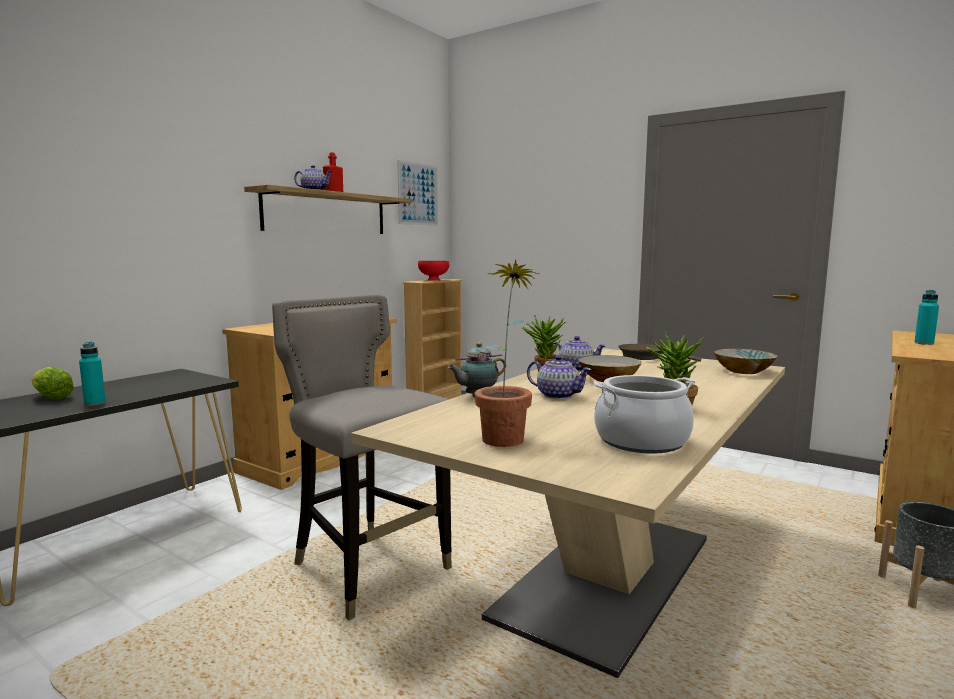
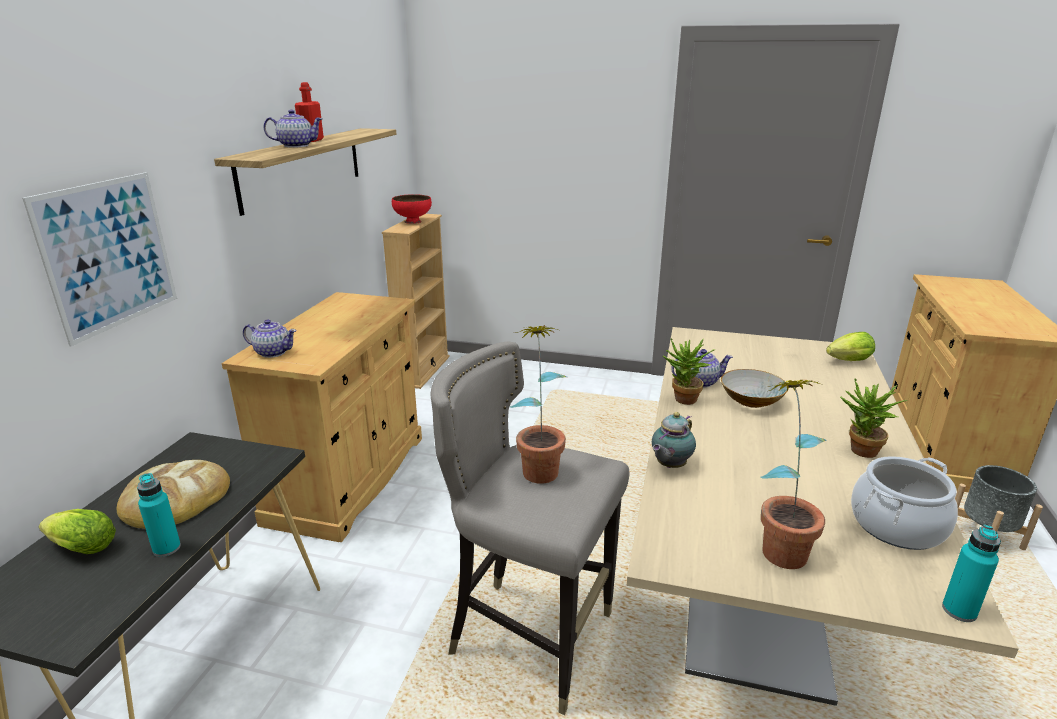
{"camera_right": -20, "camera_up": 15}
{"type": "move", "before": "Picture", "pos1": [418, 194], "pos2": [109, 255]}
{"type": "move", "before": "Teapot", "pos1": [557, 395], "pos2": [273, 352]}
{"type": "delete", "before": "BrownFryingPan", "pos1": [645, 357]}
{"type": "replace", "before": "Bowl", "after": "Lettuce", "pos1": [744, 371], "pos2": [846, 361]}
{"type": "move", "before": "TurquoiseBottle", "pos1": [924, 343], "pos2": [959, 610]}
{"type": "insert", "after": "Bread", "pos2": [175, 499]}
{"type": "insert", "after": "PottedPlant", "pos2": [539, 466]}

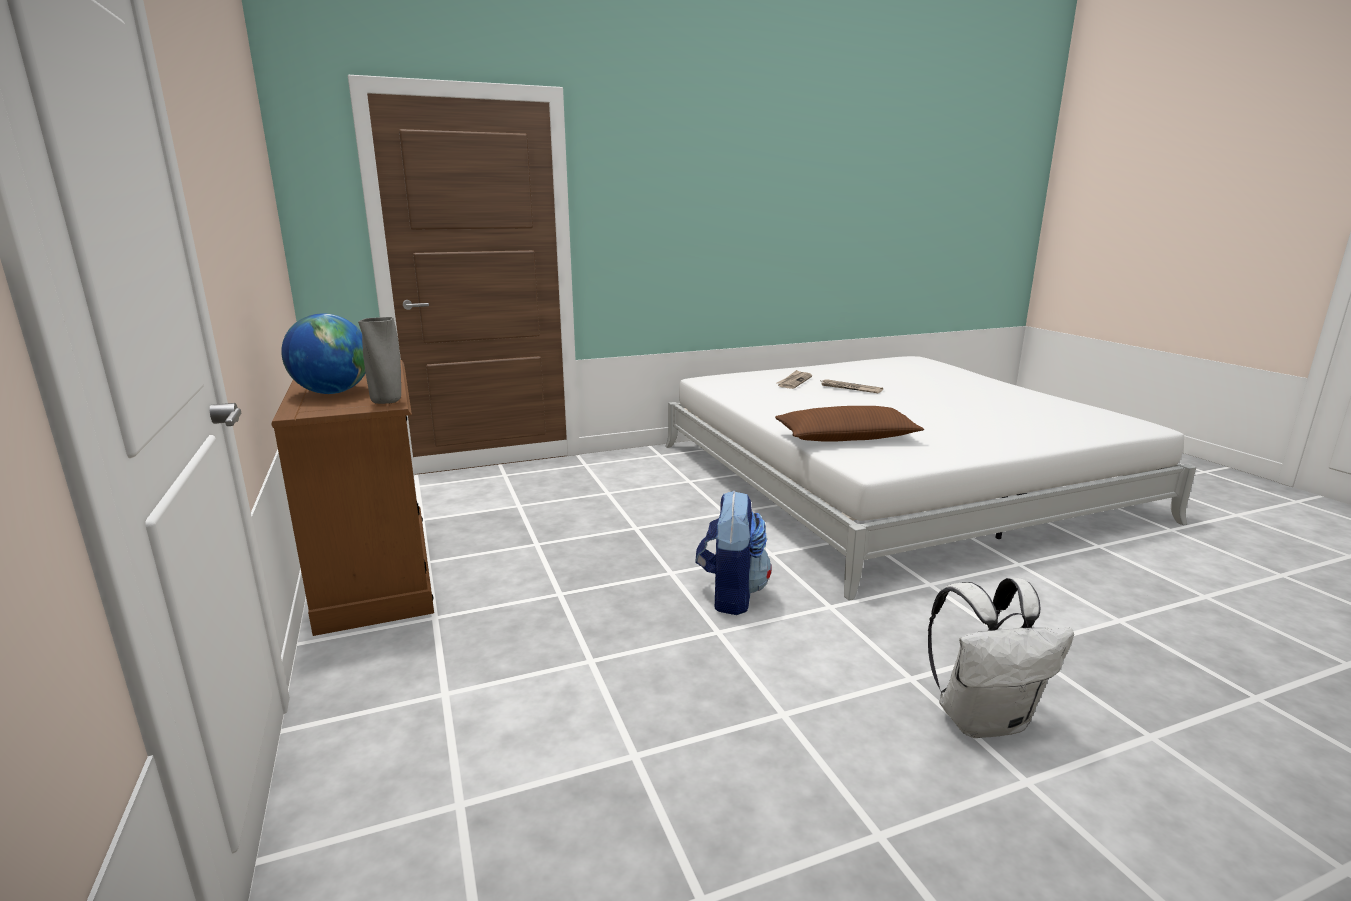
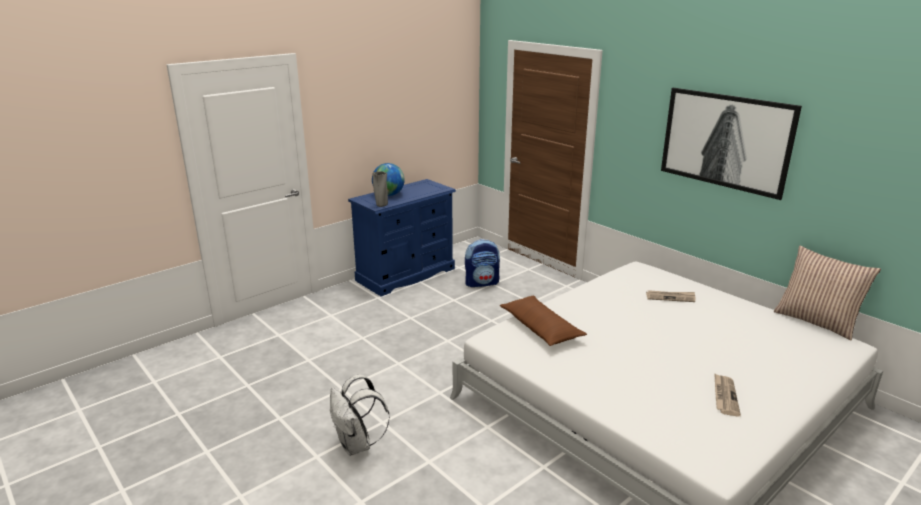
{"camera_right": 70, "camera_up": 5}
{"type": "recolor", "before": "BrownDresser", "after": "BlueDresser", "pos1": [376, 571], "pos2": [406, 274]}
{"type": "move", "before": "Backpack", "pos1": [731, 595], "pos2": [482, 283]}
{"type": "move", "before": "Newspaper", "pos1": [850, 388], "pos2": [724, 396]}
{"type": "insert", "after": "Picture", "pos2": [725, 141]}
{"type": "insert", "after": "Pillow", "pos2": [816, 321]}

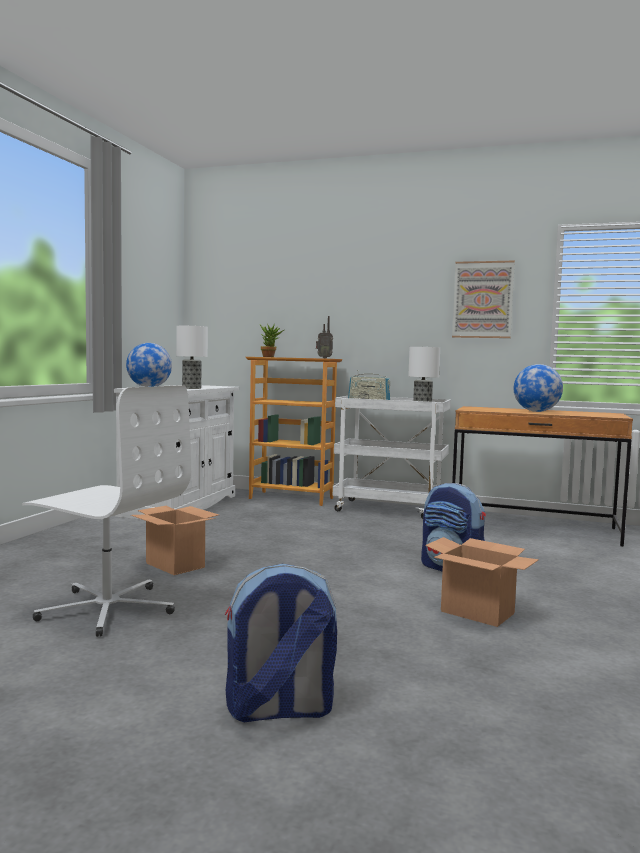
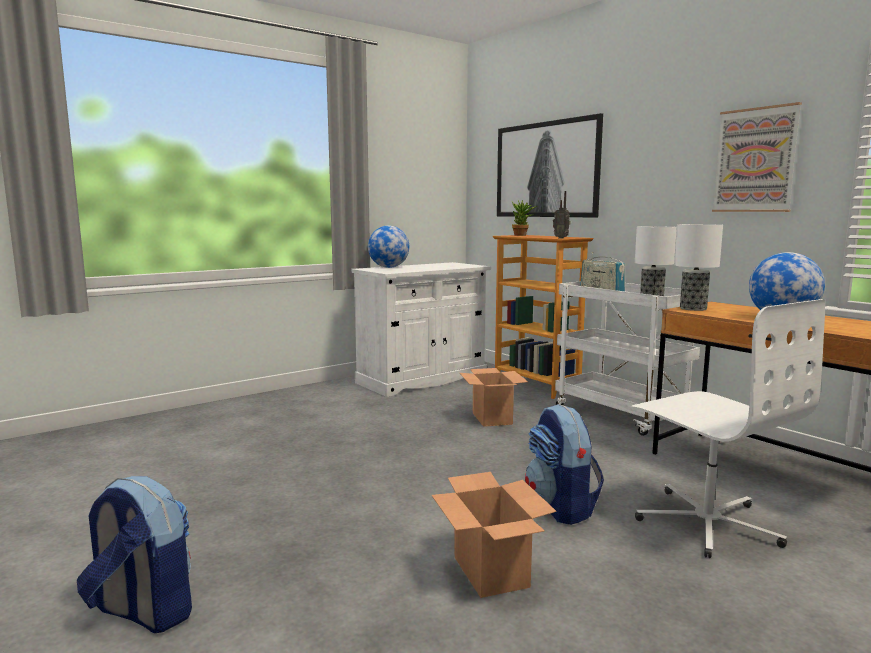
{"camera_right": 35, "camera_up": 5}
{"type": "move", "before": "WhiteOfficeChair", "pos1": [107, 609], "pos2": [707, 522]}
{"type": "move", "before": "CardboardBox", "pos1": [174, 565], "pos2": [491, 418]}
{"type": "move", "before": "TableLamp", "pos1": [191, 388], "pos2": [692, 308]}
{"type": "insert", "after": "Picture", "pos2": [546, 170]}

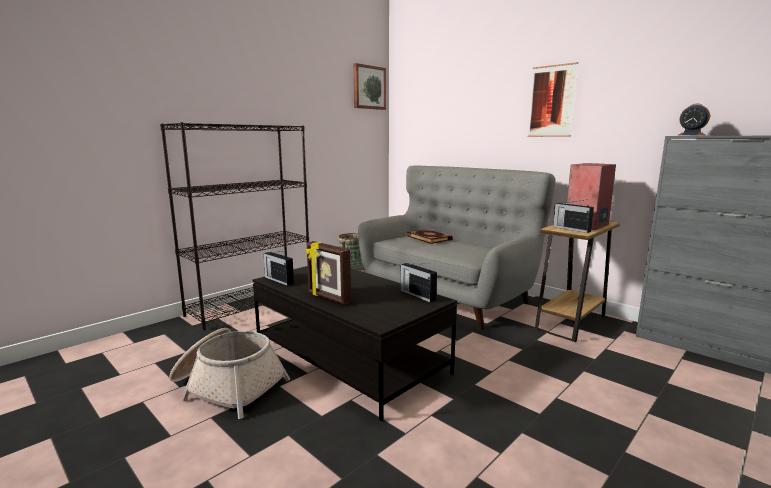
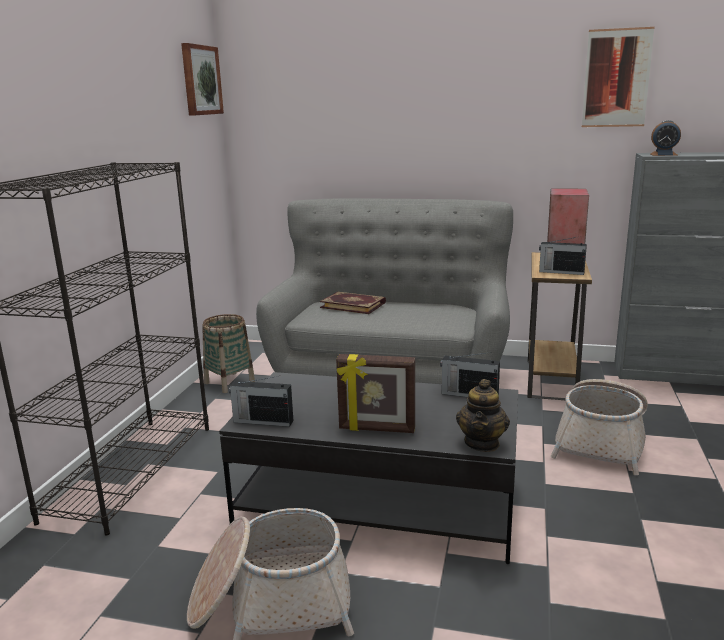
{"camera_right": -30, "camera_up": 5}
{"type": "move", "before": "Picture", "pos1": [551, 101], "pos2": [616, 78]}
{"type": "insert", "after": "Teapot", "pos2": [482, 443]}
{"type": "insert", "after": "Basket", "pos2": [601, 441]}

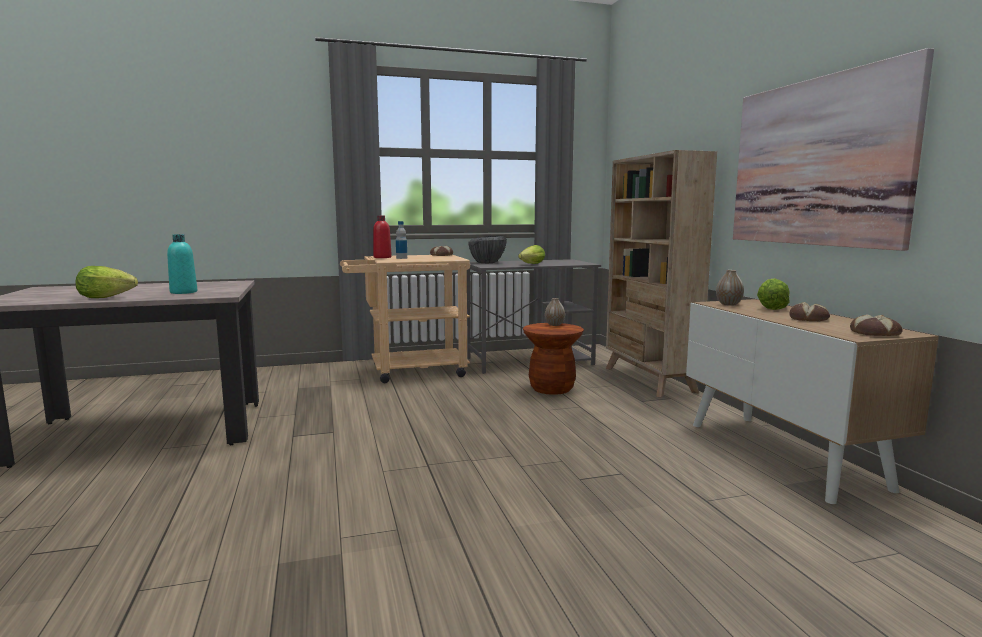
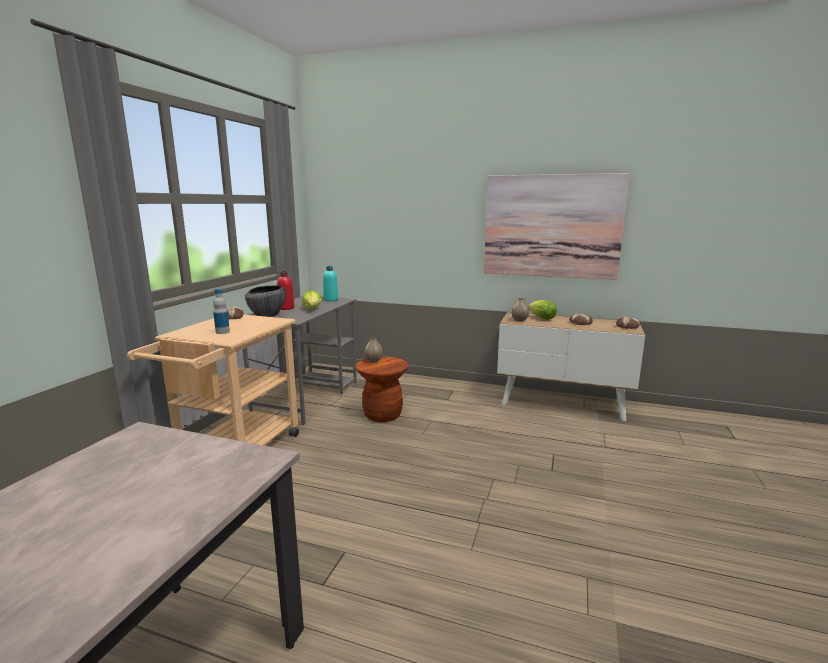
{"camera_right": -55, "camera_up": 5}
{"type": "delete", "before": "Lettuce", "pos1": [105, 297]}
{"type": "move", "before": "TurquoiseBottle", "pos1": [183, 292], "pos2": [331, 300]}
{"type": "move", "before": "RedBottle", "pos1": [382, 257], "pos2": [286, 308]}
{"type": "delete", "before": "BeigeBookcase", "pos1": [649, 380]}

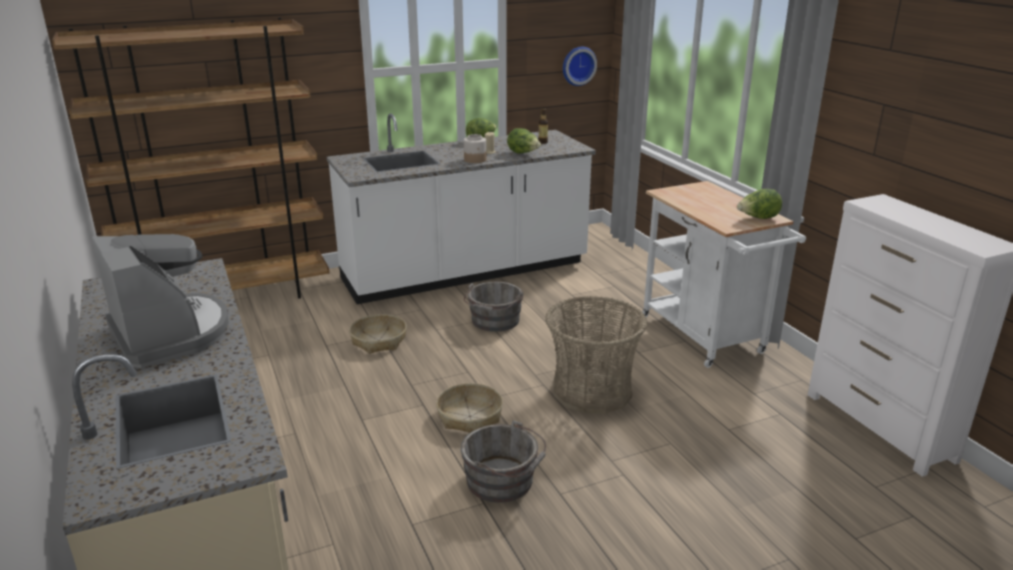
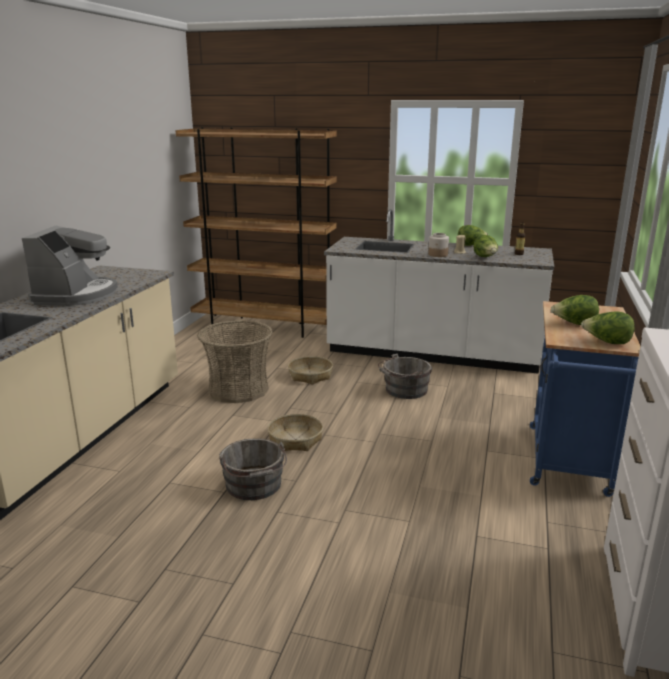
{"camera_right": 40, "camera_up": -5}
{"type": "move", "before": "Basket", "pos1": [592, 390], "pos2": [238, 389]}
{"type": "delete", "before": "WallClock", "pos1": [578, 65]}
{"type": "recolor", "before": "WhiteCart", "after": "BlueCart", "pos1": [706, 338], "pos2": [569, 464]}
{"type": "insert", "after": "Lettuce", "pos2": [574, 324]}

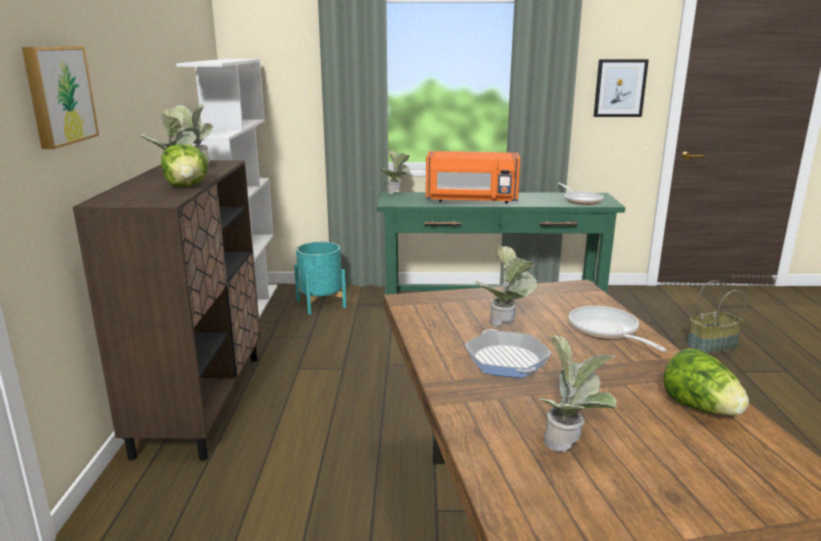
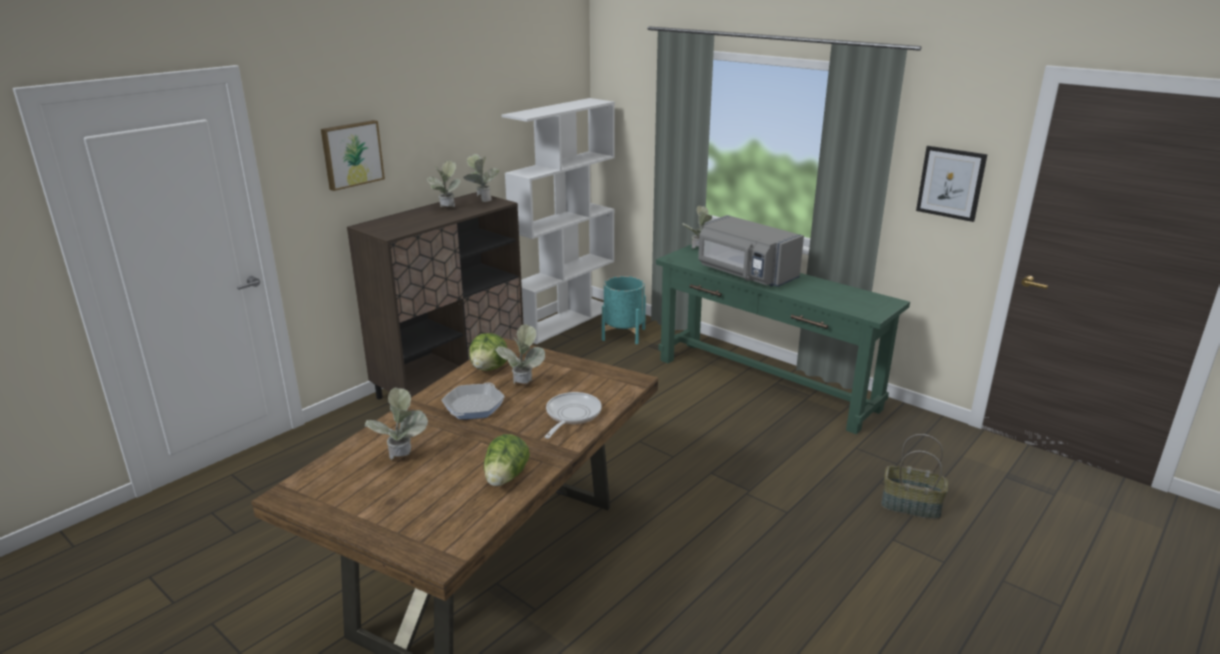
{"camera_right": 40, "camera_up": 5}
{"type": "move", "before": "Lettuce", "pos1": [187, 186], "pos2": [489, 368]}
{"type": "recolor", "before": "OrangeMicrowave", "after": "GreyMicrowave", "pos1": [471, 201], "pos2": [745, 274]}
{"type": "delete", "before": "FryingPan", "pos1": [581, 200]}

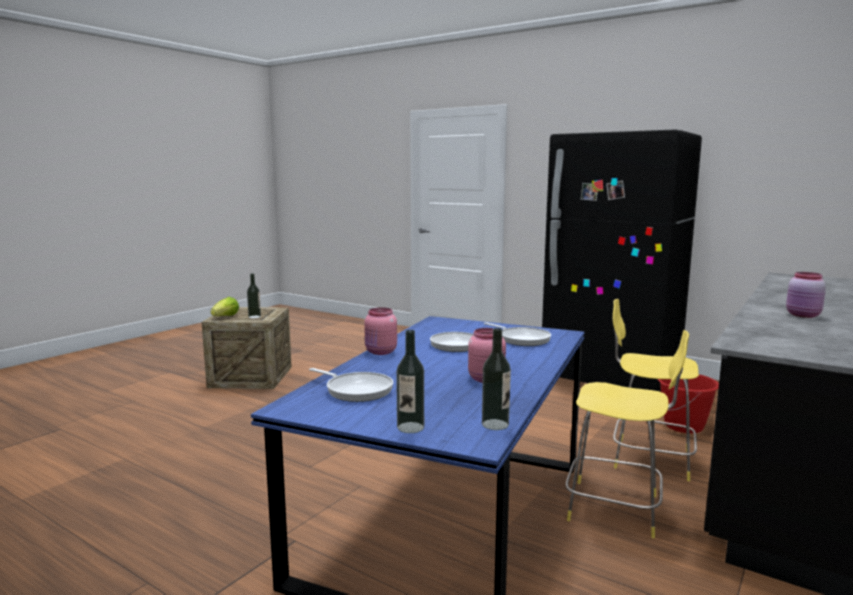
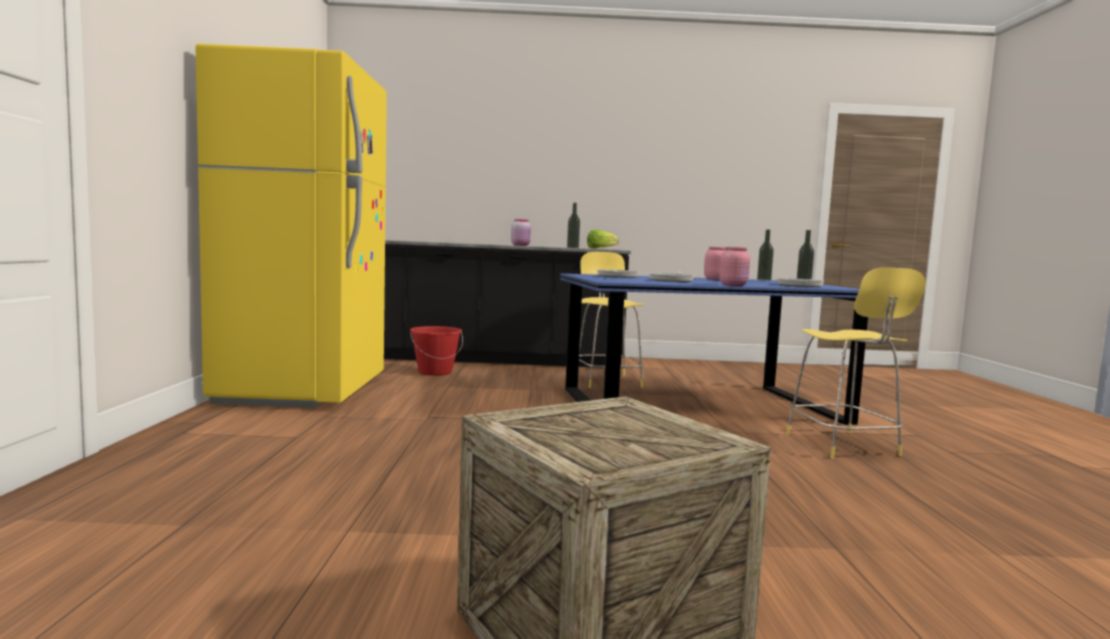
{"camera_right": -125, "camera_up": -5}
{"type": "move", "before": "Lettuce", "pos1": [225, 317], "pos2": [600, 248]}
{"type": "move", "before": "Bottle", "pos1": [254, 317], "pos2": [572, 247]}
{"type": "recolor", "before": "BlackFridge", "after": "YellowFridge", "pos1": [611, 377], "pos2": [303, 390]}
{"type": "move", "before": "YellowStool", "pos1": [648, 458], "pos2": [843, 446]}

